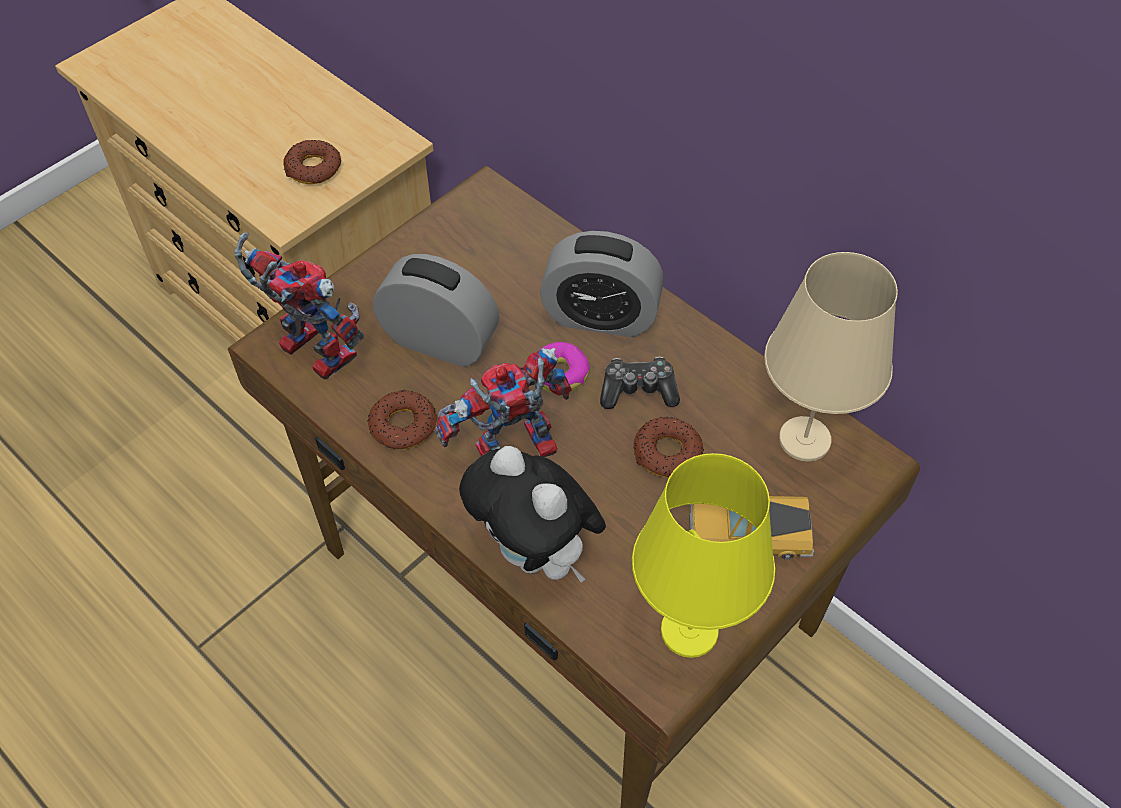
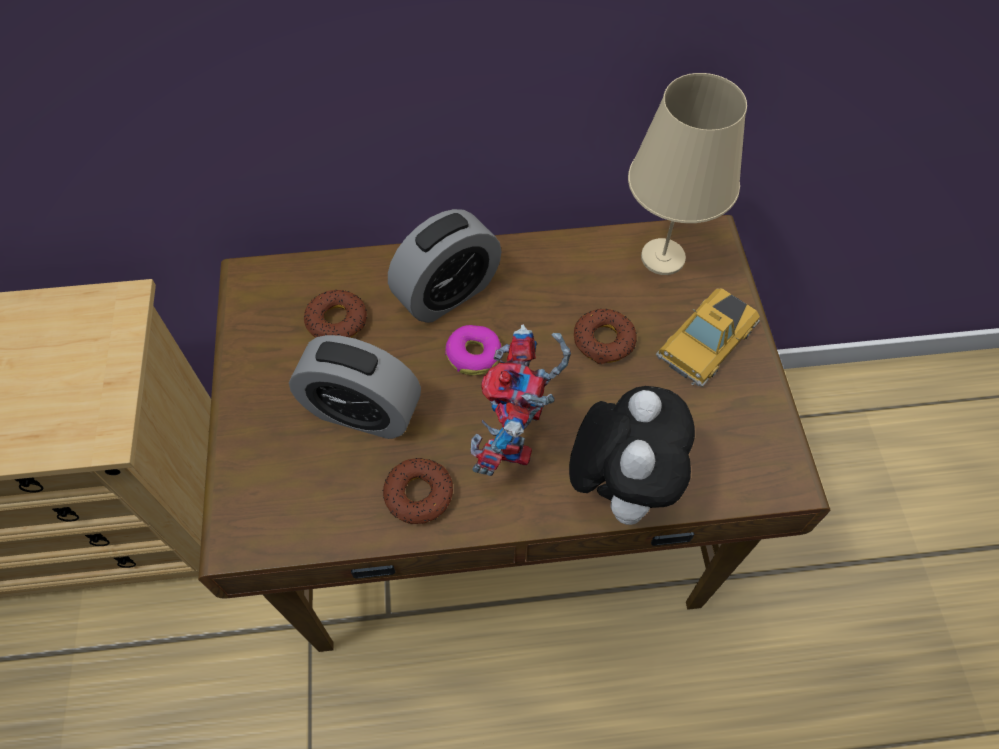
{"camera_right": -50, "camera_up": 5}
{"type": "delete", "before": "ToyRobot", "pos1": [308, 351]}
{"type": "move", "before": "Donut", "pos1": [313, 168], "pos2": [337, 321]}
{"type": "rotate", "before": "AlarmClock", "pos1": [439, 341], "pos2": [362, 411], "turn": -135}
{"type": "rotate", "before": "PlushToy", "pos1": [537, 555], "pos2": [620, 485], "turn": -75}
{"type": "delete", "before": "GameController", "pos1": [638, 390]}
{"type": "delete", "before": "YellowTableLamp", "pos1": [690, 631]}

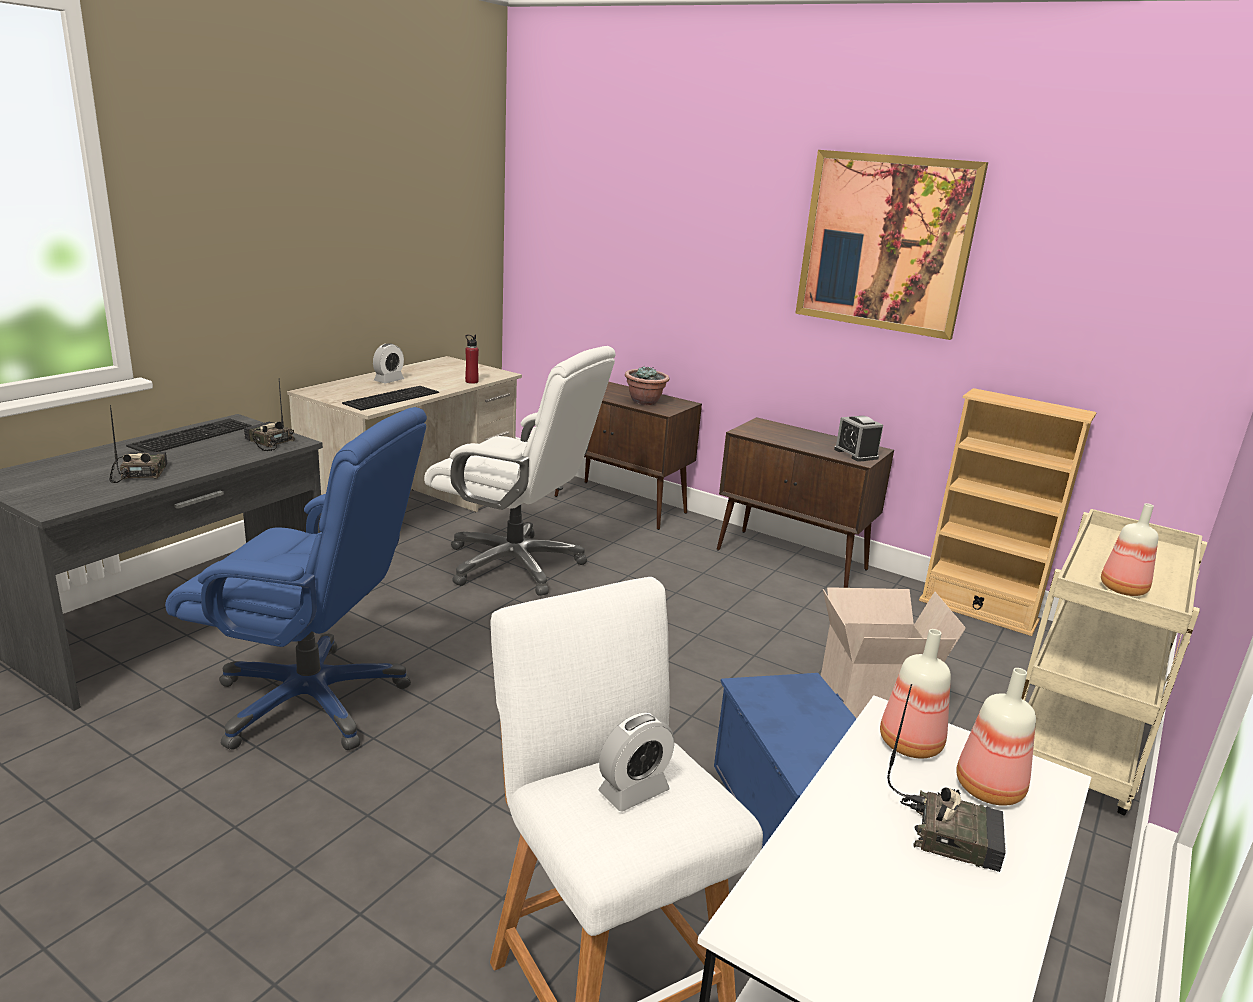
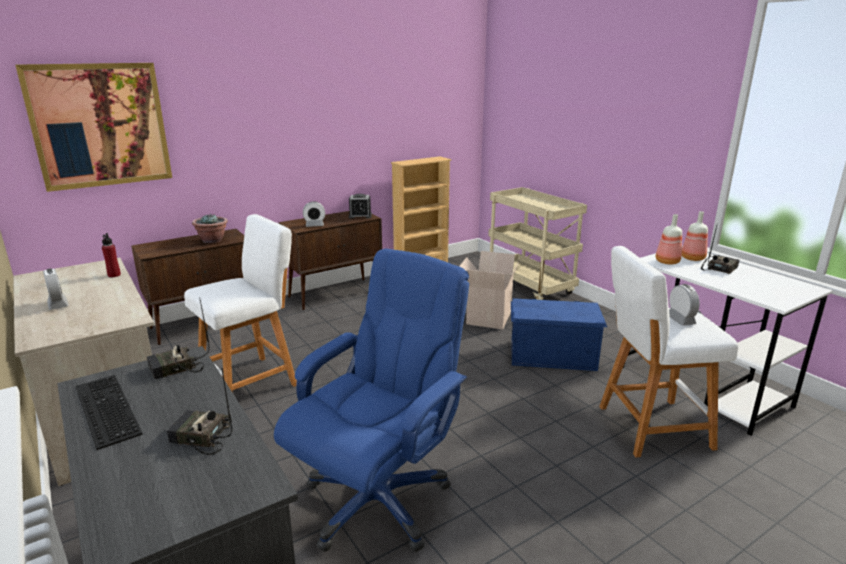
{"camera_right": -65, "camera_up": 0}
{"type": "delete", "before": "Keyboard", "pos1": [391, 397]}
{"type": "replace", "before": "WhiteOfficeChair", "after": "WhiteStool", "pos1": [516, 564], "pos2": [252, 381]}
{"type": "move", "before": "Picture", "pos1": [885, 243], "pos2": [100, 125]}
{"type": "delete", "before": "Bottle", "pos1": [1122, 588]}
{"type": "insert", "after": "AlarmClock", "pos2": [314, 225]}

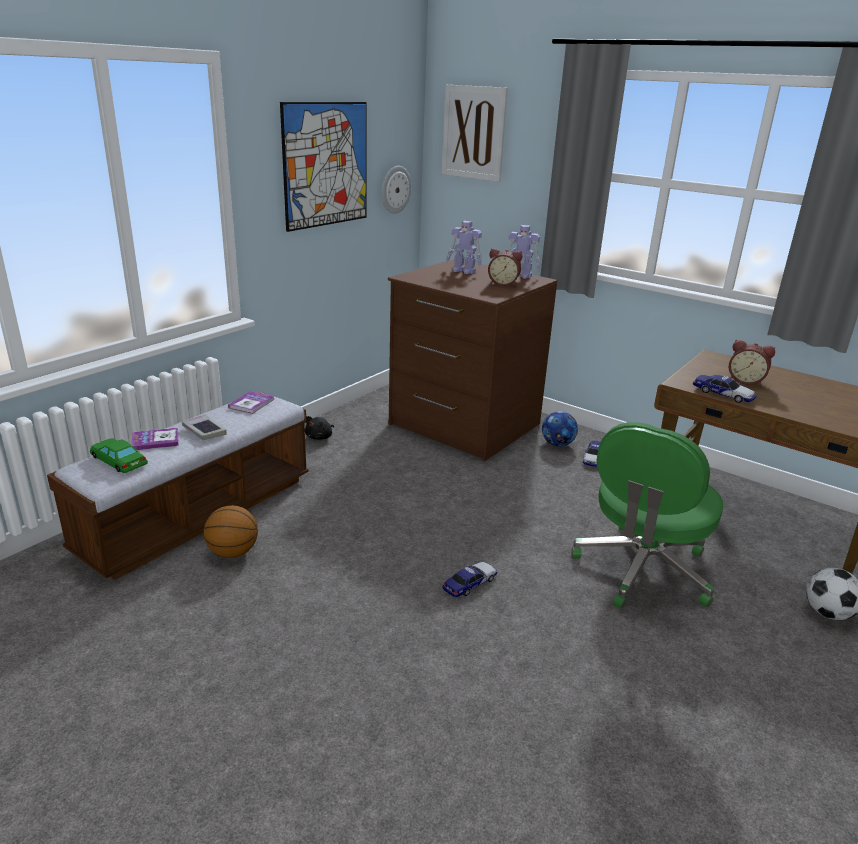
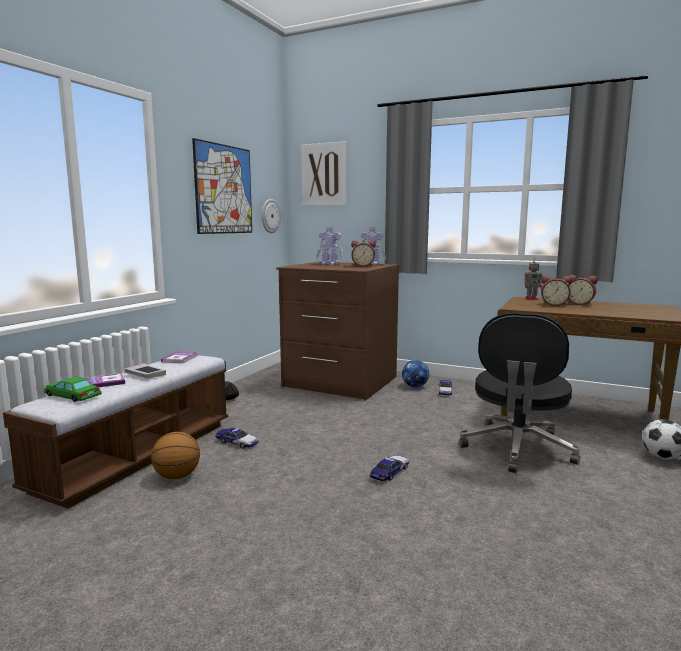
{"camera_right": -10, "camera_up": -15}
{"type": "recolor", "before": "GreenOfficeChair", "after": "BlackOfficeChair", "pos1": [642, 570], "pos2": [517, 449]}
{"type": "move", "before": "ToyCar", "pos1": [723, 394], "pos2": [237, 442]}
{"type": "insert", "after": "ToyRobot", "pos2": [532, 299]}
{"type": "insert", "after": "AlarmClock", "pos2": [579, 304]}

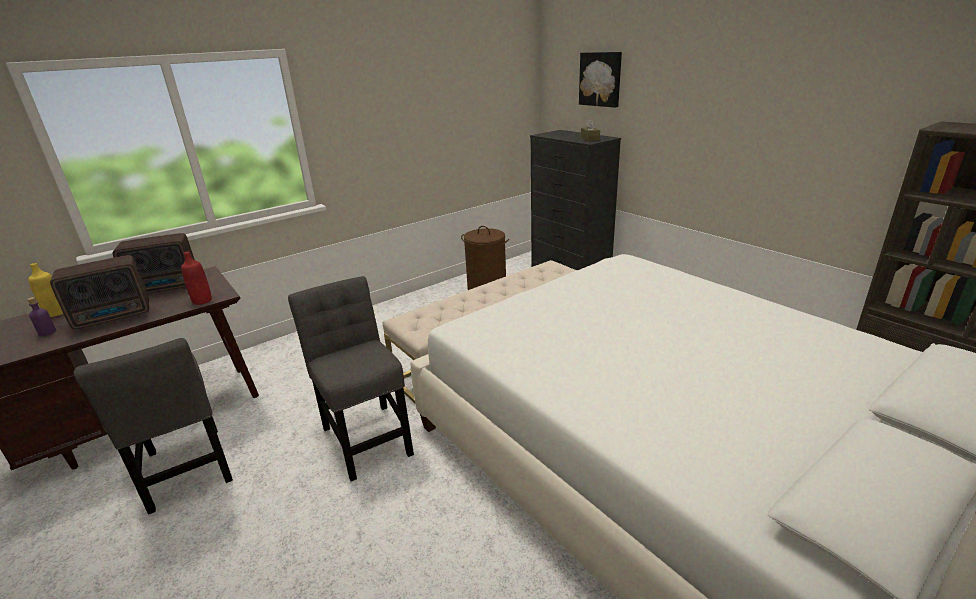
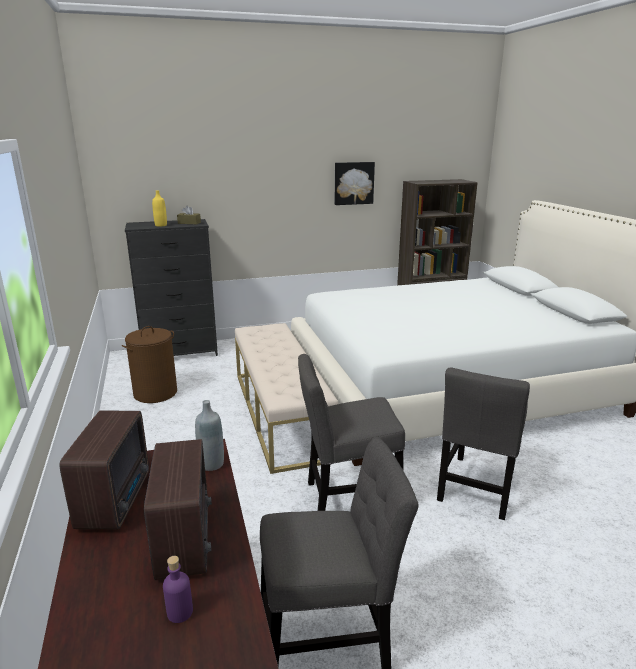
{"camera_right": -70, "camera_up": -5}
{"type": "move", "before": "YellowBottle", "pos1": [56, 313], "pos2": [161, 225]}
{"type": "recolor", "before": "RedBottle", "after": "GreyBottle", "pos1": [202, 301], "pos2": [211, 464]}
{"type": "move", "before": "Picture", "pos1": [601, 79], "pos2": [353, 183]}
{"type": "insert", "after": "GreyChair", "pos2": [476, 489]}

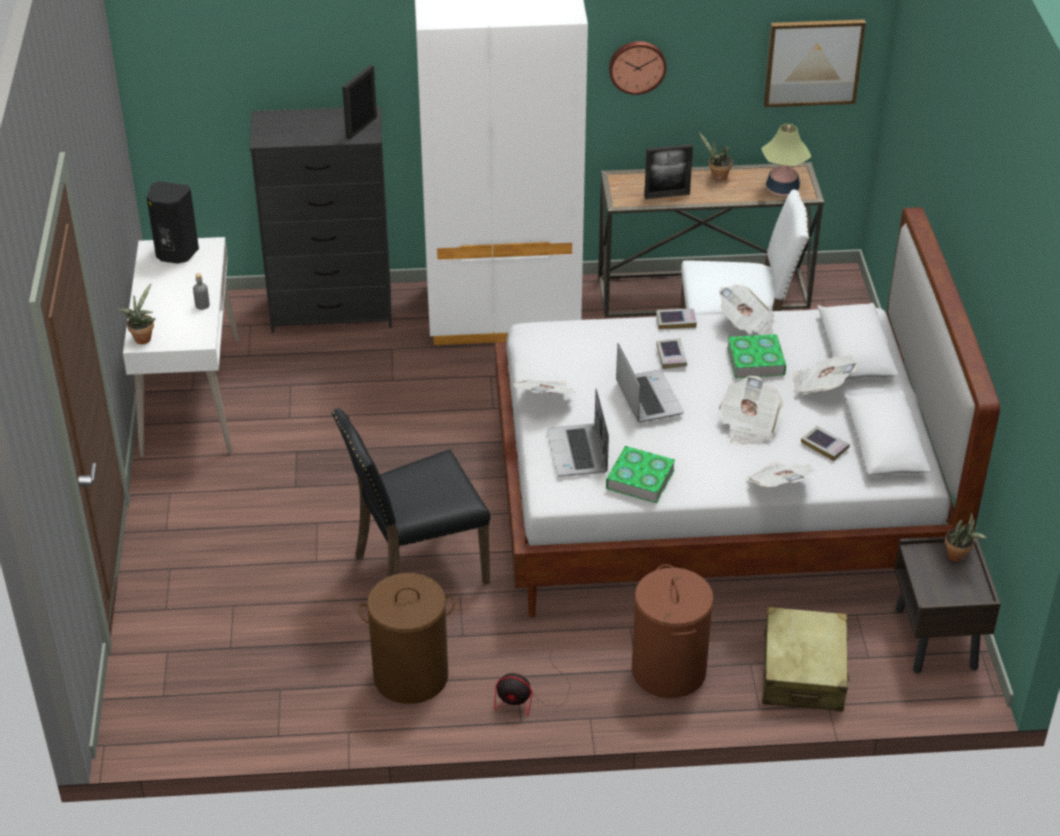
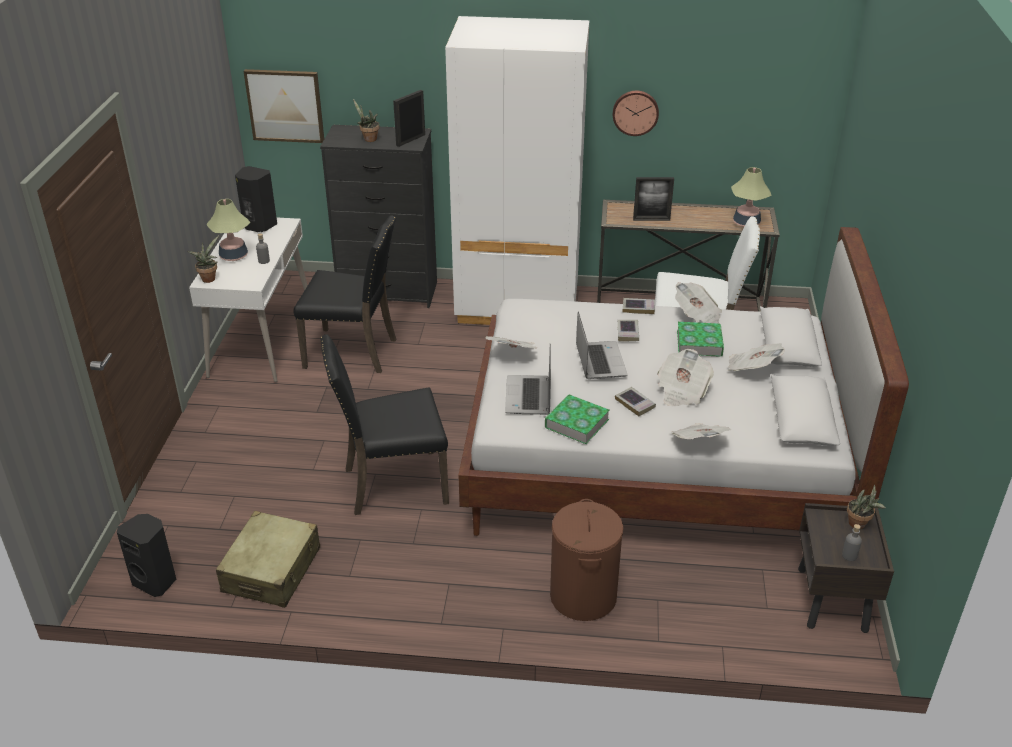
{"camera_right": 10, "camera_up": -5}
{"type": "delete", "before": "BrownLaundryBasket", "pos1": [410, 676]}
{"type": "delete", "before": "Fan", "pos1": [529, 697]}
{"type": "move", "before": "PottedPlant", "pos1": [717, 177], "pos2": [368, 139]}
{"type": "move", "before": "BeigeSuitcase", "pos1": [803, 672], "pos2": [272, 570]}
{"type": "move", "before": "Picture", "pos1": [813, 62], "pos2": [285, 105]}
{"type": "move", "before": "Book", "pos1": [824, 446], "pos2": [635, 404]}
{"type": "insert", "after": "BlackSpeaker", "pos2": [156, 581]}
{"type": "insert", "after": "TableLamp", "pos2": [234, 256]}
{"type": "insert", "after": "BlackChair", "pos2": [353, 352]}
{"type": "insert", "after": "GreyBottle", "pos2": [849, 555]}

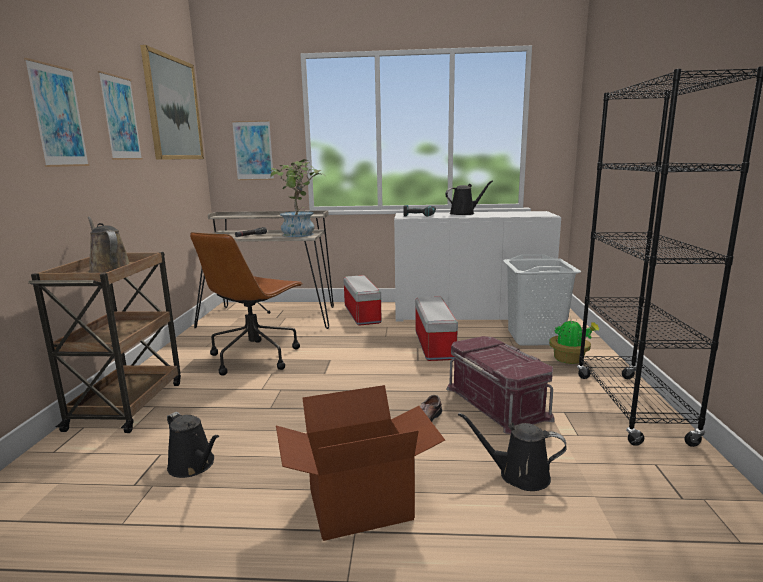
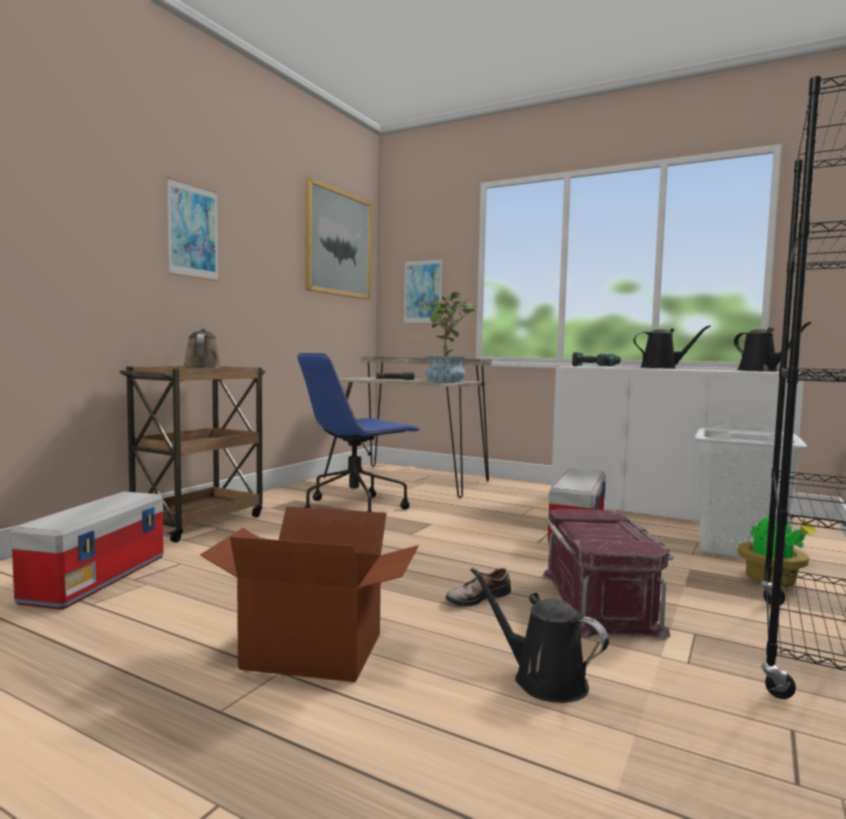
{"camera_right": 25, "camera_up": -10}
{"type": "delete", "before": "Picture", "pos1": [120, 118]}
{"type": "move", "before": "BlackWateringCan", "pos1": [194, 465], "pos2": [761, 371]}
{"type": "recolor", "before": "BrownOfficeChair", "after": "BlueOfficeChair", "pos1": [255, 356], "pos2": [355, 508]}
{"type": "move", "before": "StorageBox", "pos1": [361, 314], "pos2": [97, 578]}

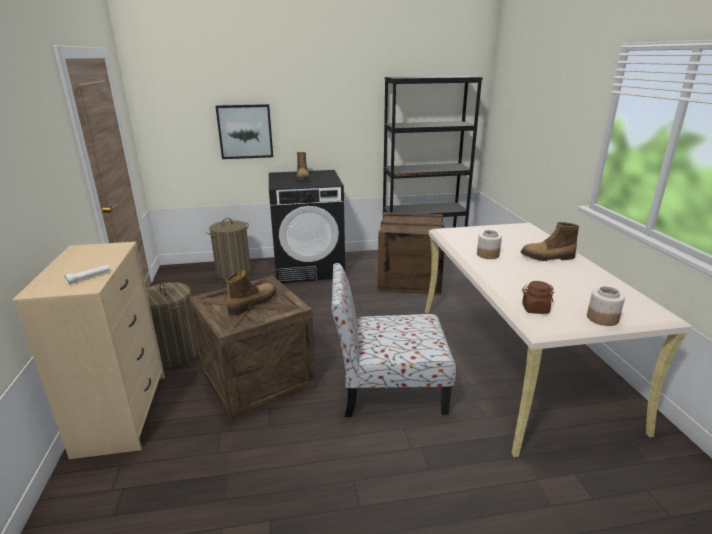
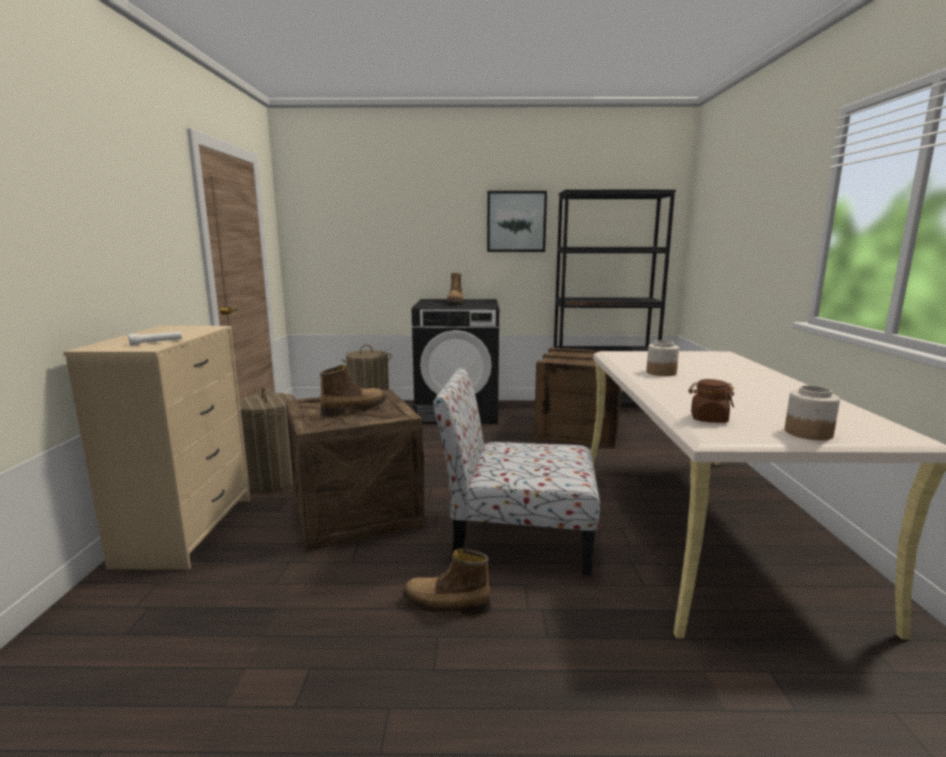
{"camera_right": 10, "camera_up": -10}
{"type": "move", "before": "Picture", "pos1": [245, 131], "pos2": [516, 221]}
{"type": "move", "before": "Boot", "pos1": [547, 257], "pos2": [445, 605]}

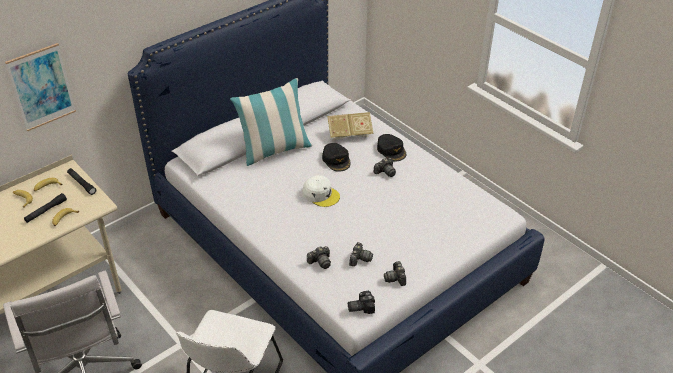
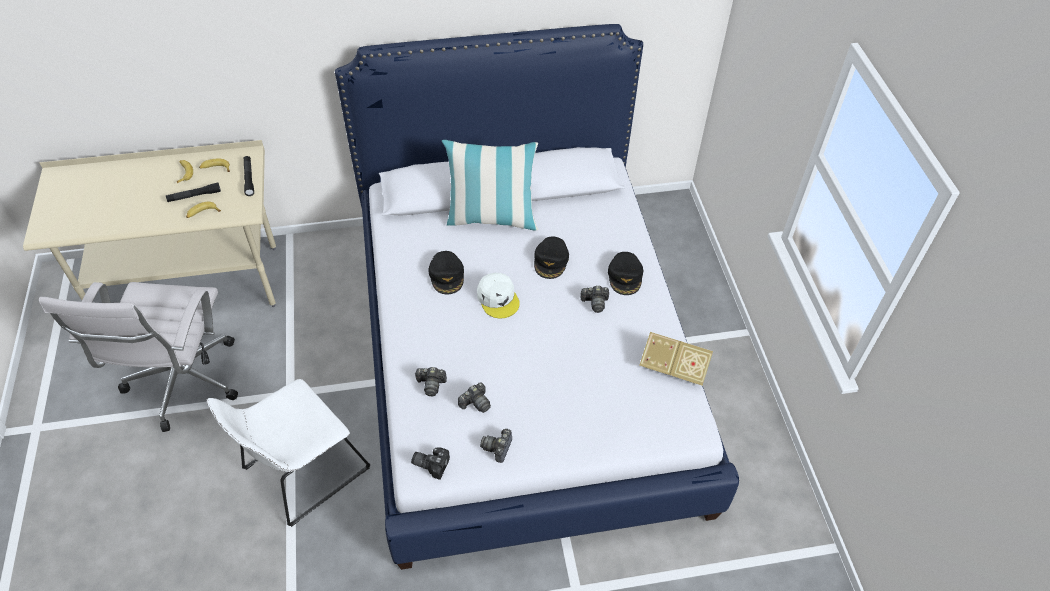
{"camera_right": 30, "camera_up": 10}
{"type": "delete", "before": "Picture", "pos1": [41, 87]}
{"type": "move", "before": "Book", "pos1": [349, 134], "pos2": [673, 367]}
{"type": "insert", "after": "BlackCap", "pos2": [447, 275]}

